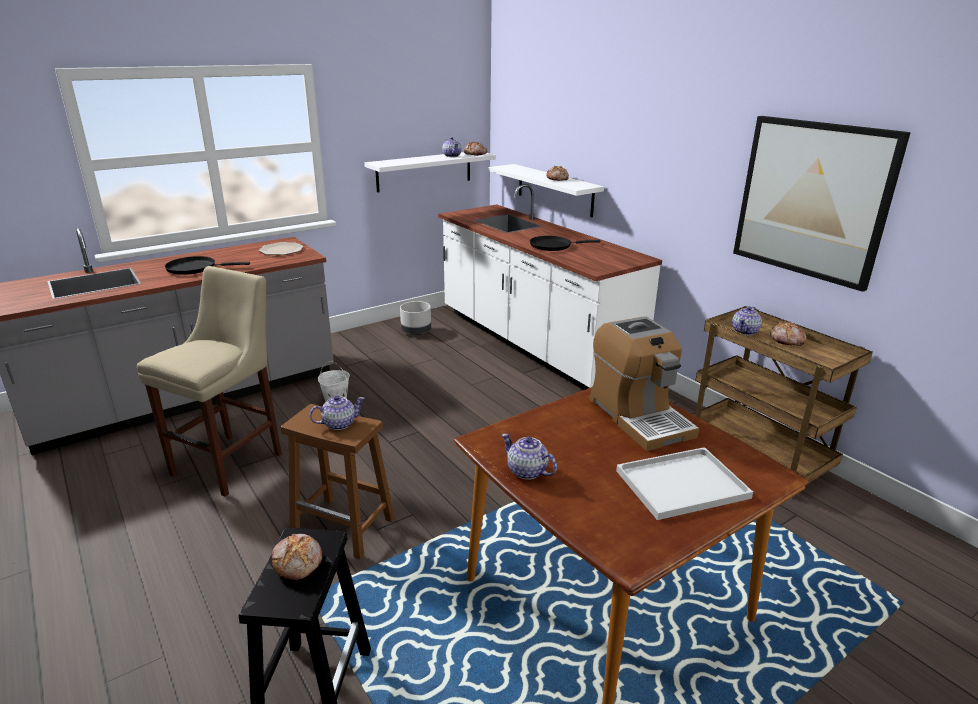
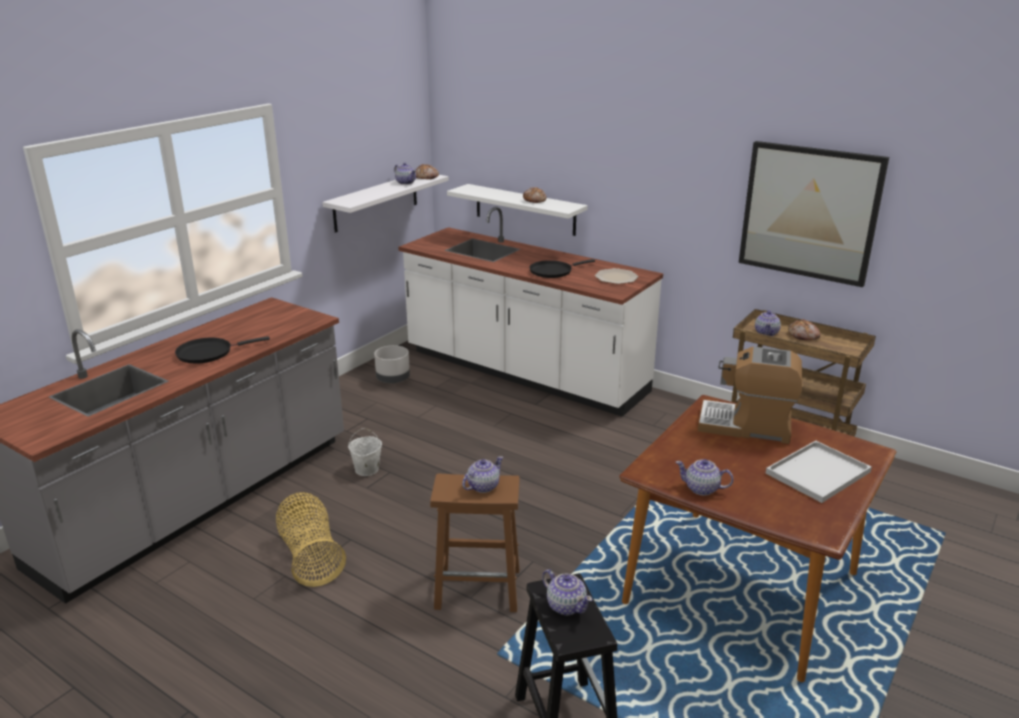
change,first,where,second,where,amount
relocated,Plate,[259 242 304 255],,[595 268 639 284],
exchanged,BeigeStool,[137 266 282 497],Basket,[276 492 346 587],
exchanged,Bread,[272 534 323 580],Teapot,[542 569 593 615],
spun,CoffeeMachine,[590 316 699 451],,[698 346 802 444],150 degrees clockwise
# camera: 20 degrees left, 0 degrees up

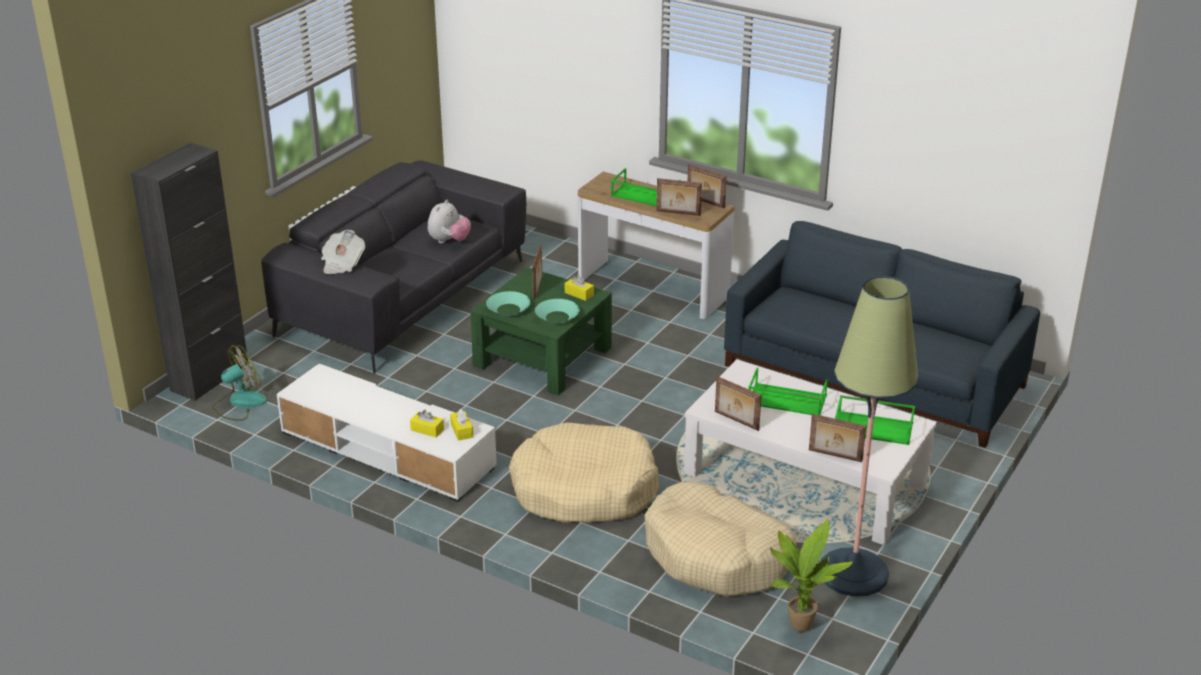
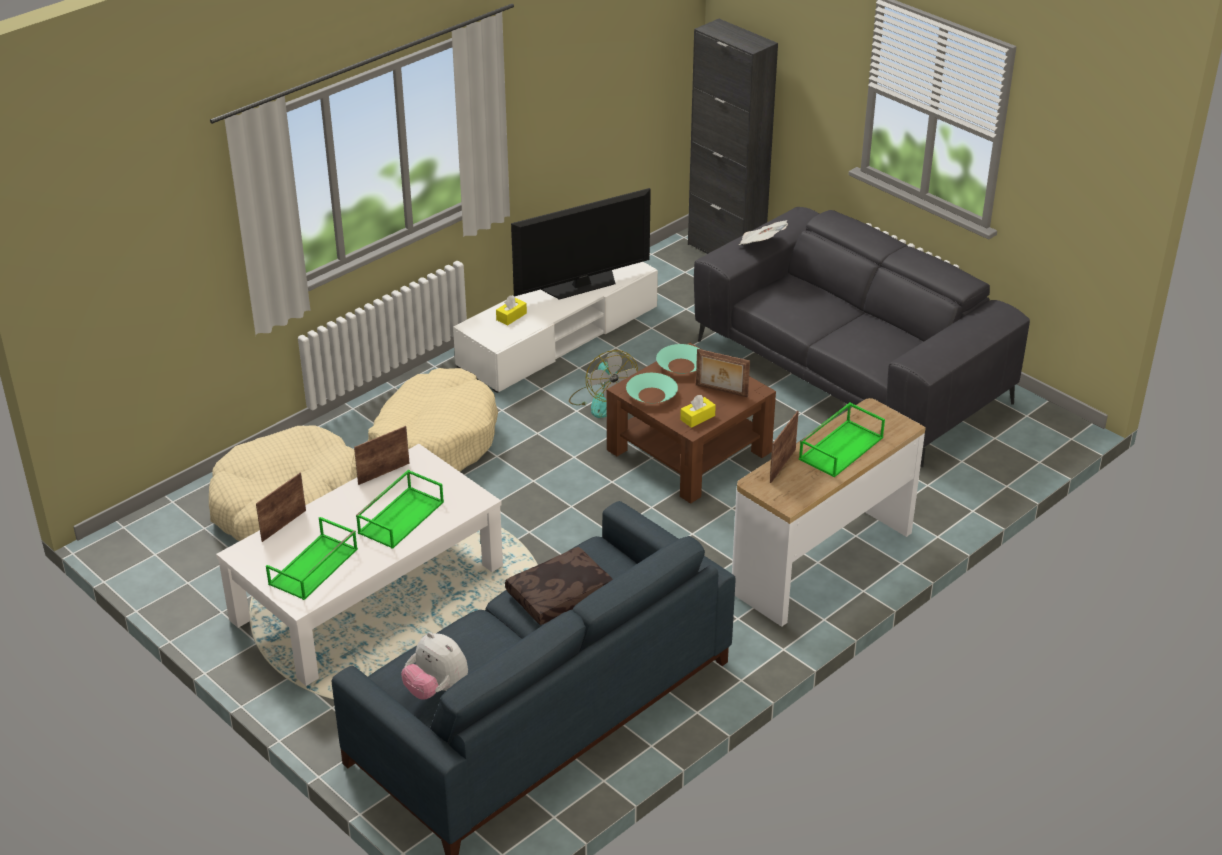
change,first,where,second,where,amount
missing,YellowTissueBox,[450 409 473 441],,,
missing,PictureFrame,[688 164 726 208],,,
missing,PottedPlant,[770 519 853 632],,,
missing,FloorLamp,[821 276 918 597],,,
appeared,,,BrownPillow,[505 547 613 625],
appeared,,,Television,[511 188 651 300],
relocated,Fan,[213 345 267 421],,[569 350 638 418],
relocated,PlushToy,[428 200 471 243],,[401 632 468 699],
colour,GreenCoffeeTable,[470 267 612 396],BrownCoffeeTable,[607 343 776 504],
# camera: 105 degrees right, 5 degrees up

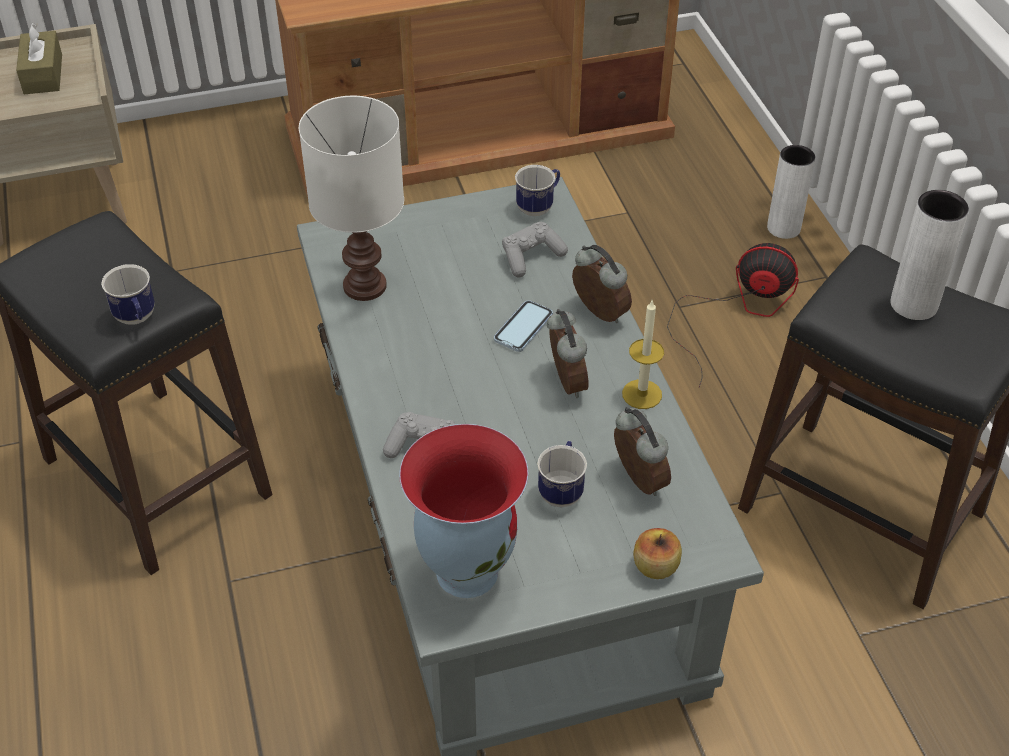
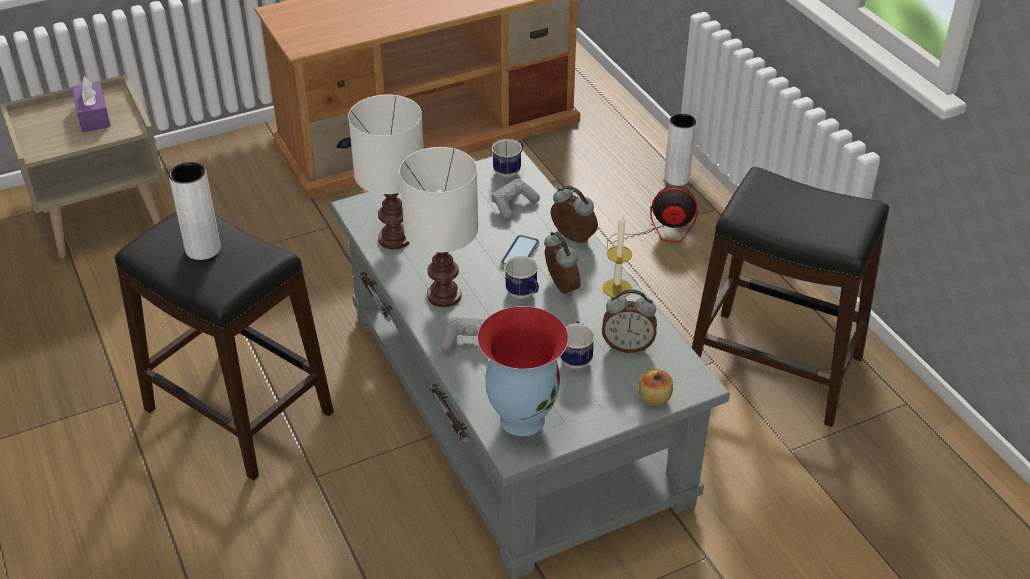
change,first,where,second,where,amount
appeared,,,WhiteTableLamp,[399 147 478 307],
relocated,Mug,[101 264 155 325],,[504 256 539 299],
relocated,WhiteVase,[890 190 969 320],,[169 162 221 260],
colour,BrownTissueBox,[16 23 62 94],PurpleTissueBox,[72 76 111 132],
spun,AlarmClock,[614 407 671 496],,[602 289 657 353],135 degrees clockwise
# camera: 10 degrees left, 5 degrees down

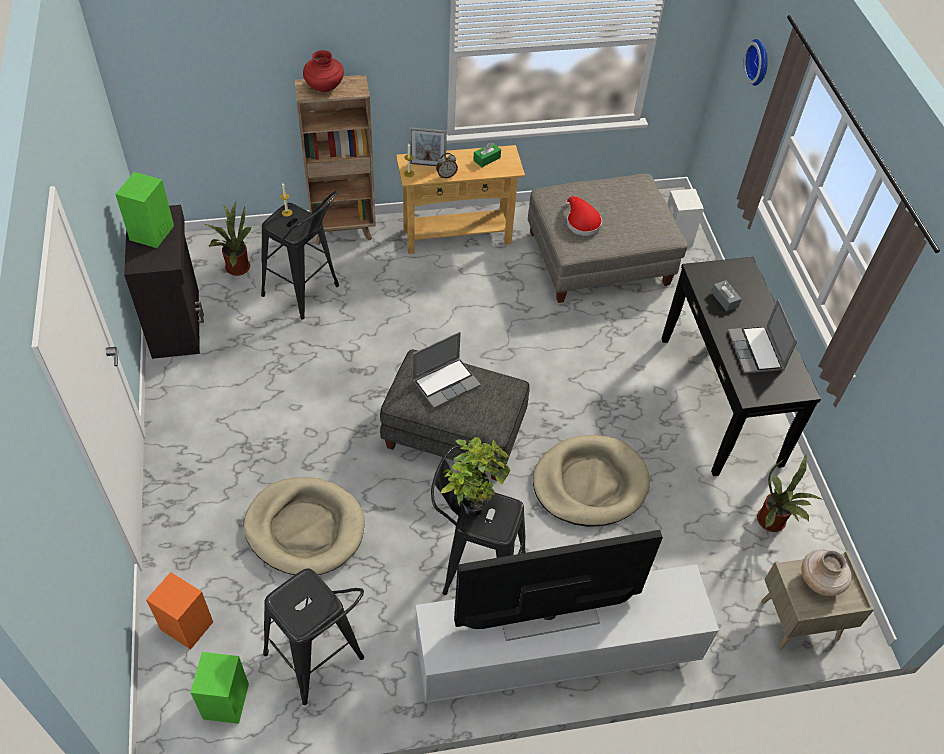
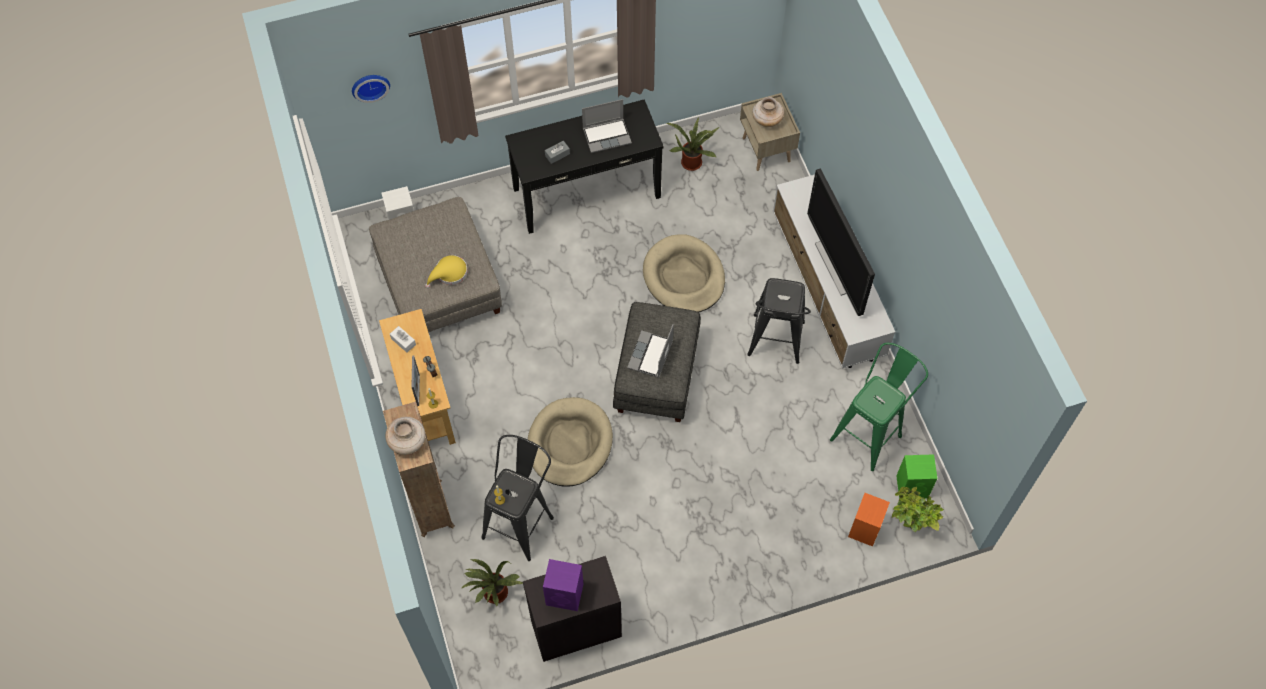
change,first,where,second,where,amount
relocated,BeigeDogBed,[243 477 365 575],,[528 397 613 486],
relocated,PottedPlant,[440 437 510 516],,[892 487 944 532],
colour,GreenSpeaker,[115 172 174 248],PurpleSpeaker,[543 559 583 611],
colour,BlackStool,[263 568 364 705],GreenStool,[830 343 928 471],
colour,RedVase,[303 50 344 92],BeigeVase,[386 417 425 455],
colour,GreenTissueBox,[473 142 501 167],WhiteTissueBox,[390 326 416 353],
colour,RedHat,[565 196 602 236],YellowHat,[425 255 468 288],
spun,Laptop,[413 332 481 409],,[627 324 674 378],120 degrees counterclockwise
# camera: 95 degrees left, 10 degrees up

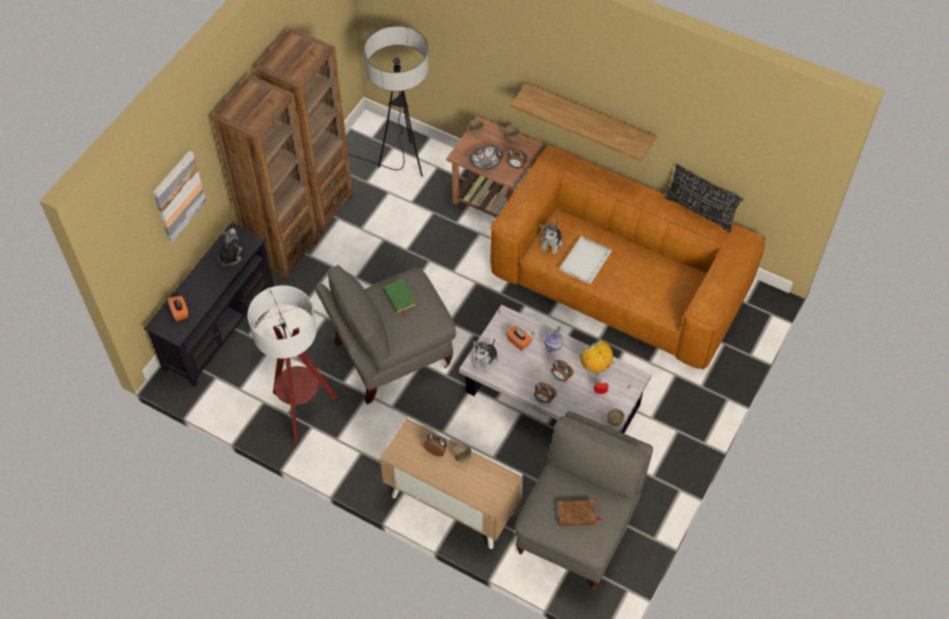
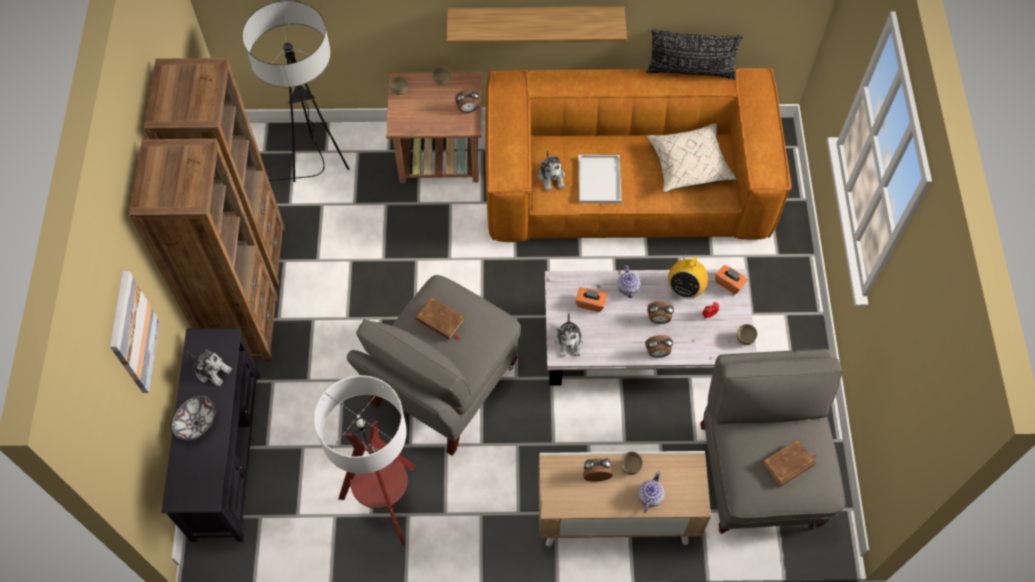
change,first,where,second,where,amount
appeared,,,Teapot,[638 471 665 513],
appeared,,,BeigePillow,[646 123 737 192],
relocated,OrangeTissueBox,[167 296 188 321],,[715 265 748 294],
relocated,Bowl,[469 145 503 170],,[170 395 216 441],
colour,GreenBook,[383 279 417 317],BrownBook,[416 297 465 340],
spun,PlushToy,[219 229 242 266],,[187 349 232 386],135 degrees clockwise
spun,Radio,[580 340 616 373],,[668 250 708 299],90 degrees counterclockwise
# camera: 30 degrees left, 5 degrees up

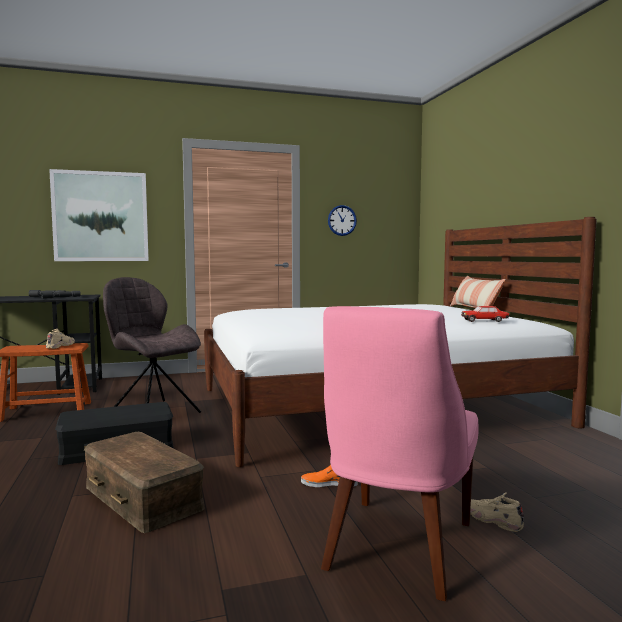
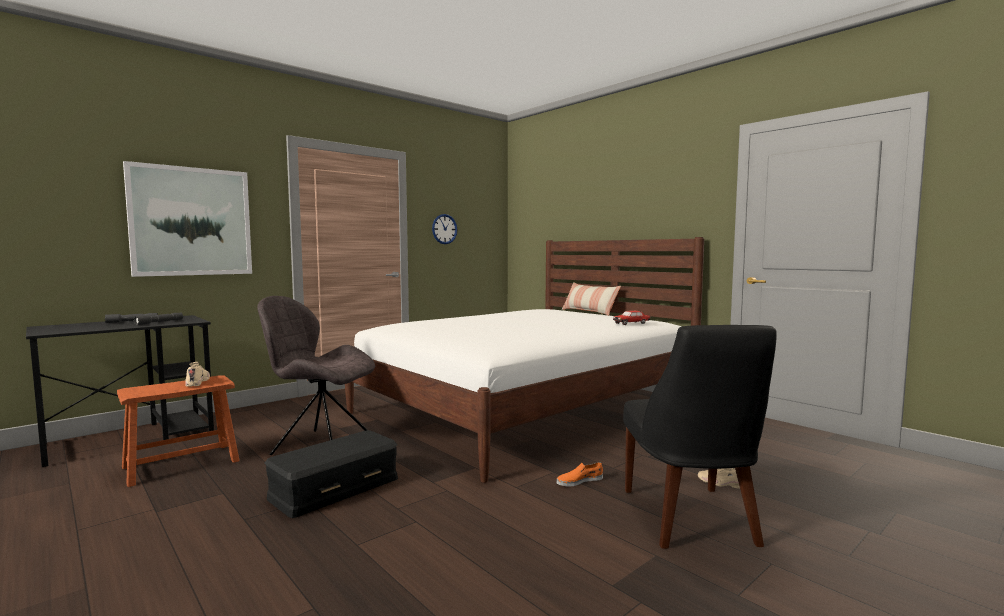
change,first,where,second,where,amount
missing,BrownStorageBox,[84 432 205 533],,,
colour,PinkChair,[321 306 479 601],BlackChair,[623 325 777 549],
# camera: 25 degrees left, 0 degrees up

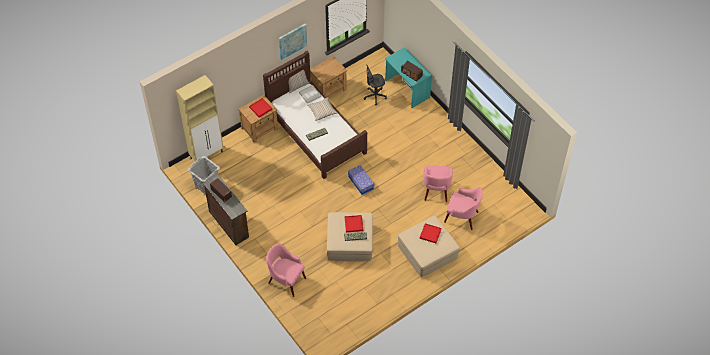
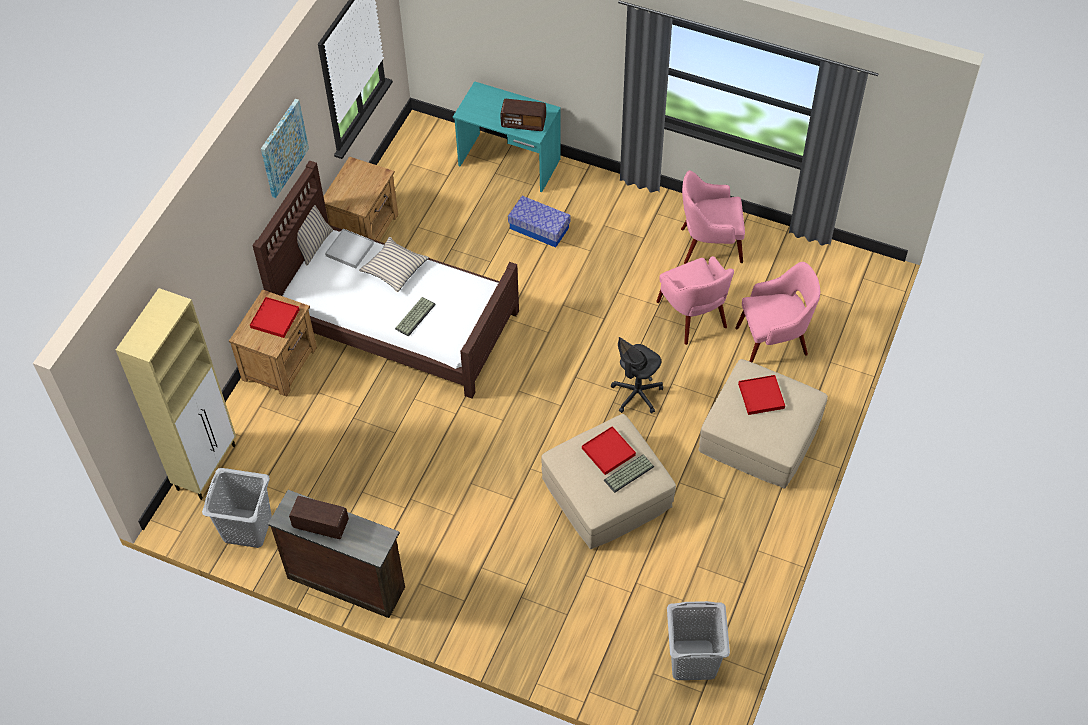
change,first,where,second,where,amount
appeared,,,GreyLaundryBasket,[667 601 730 680],
relocated,PinkArmchair,[266 243 306 297],,[681 170 745 264],
relocated,StorageBox,[348 165 374 195],,[508 196 570 247],
relocated,GreyOfficeChair,[364 64 387 105],,[611 337 663 414],
# camera: 30 degrees left, 0 degrees up

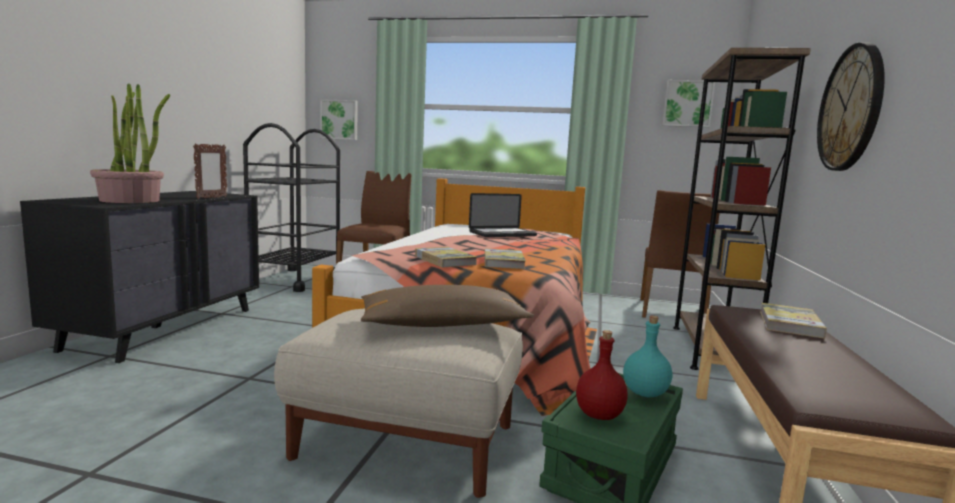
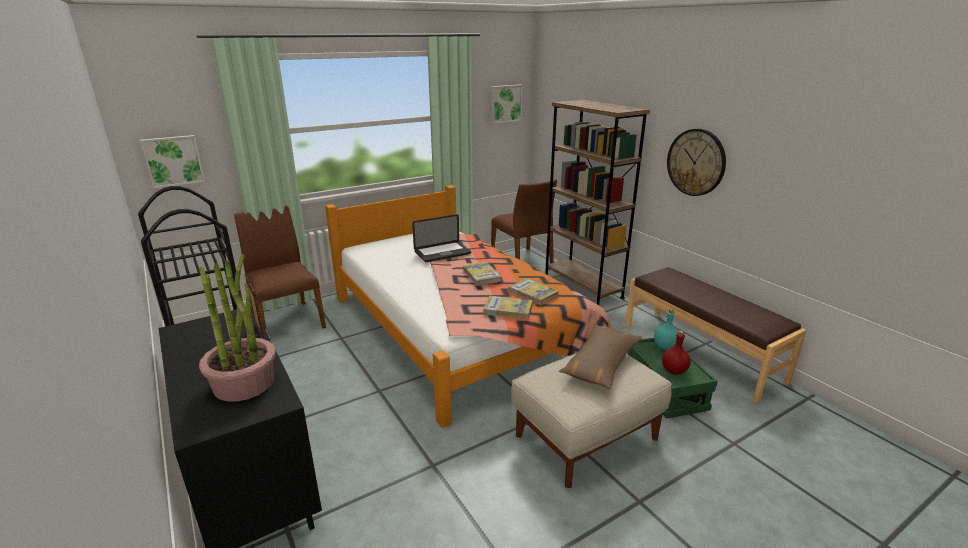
change,first,where,second,where,amount
relocated,Book,[760 303 827 339],,[463 262 501 286],
spun,Laptop,[469 193 537 237],,[412 214 471 262],45 degrees clockwise
# camera: 45 degrees left, 15 degrees up

